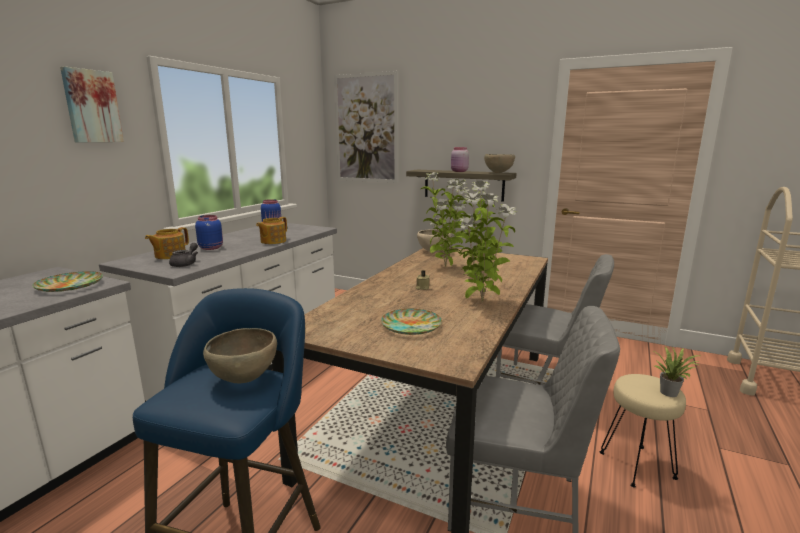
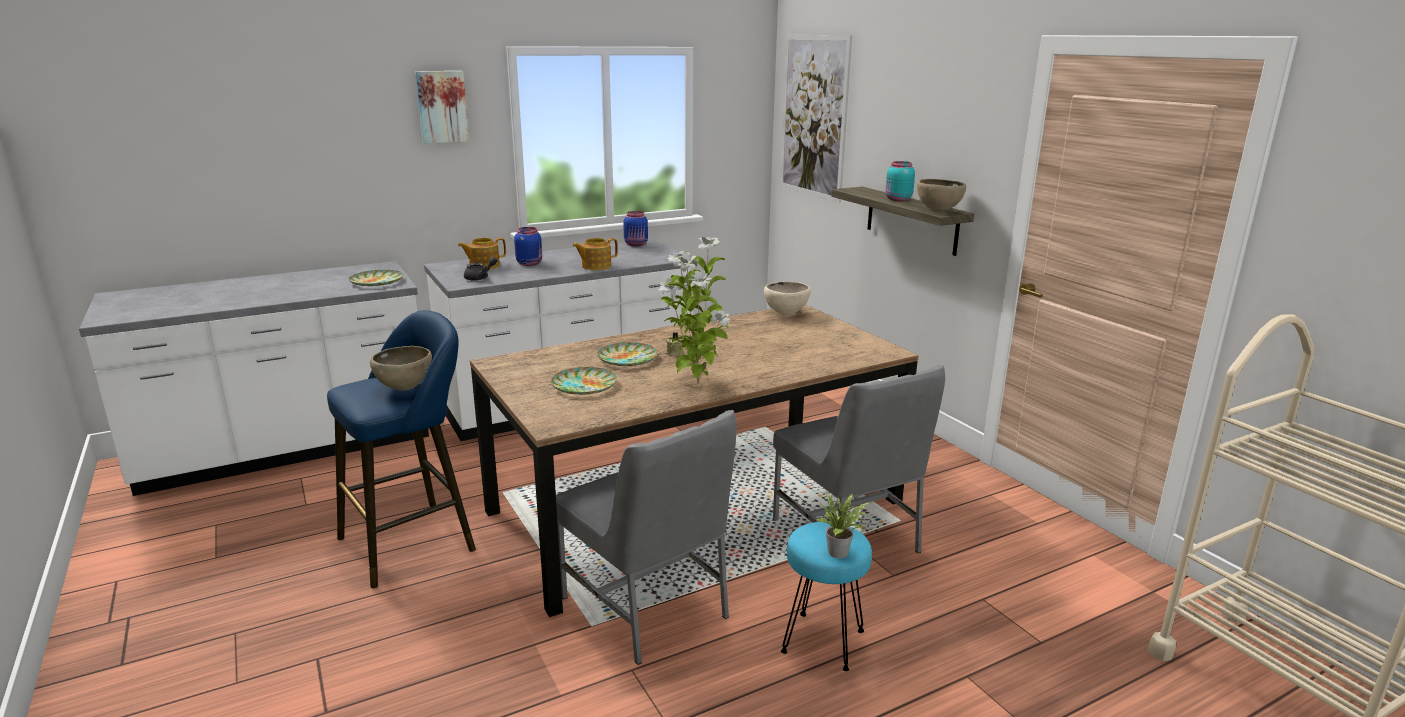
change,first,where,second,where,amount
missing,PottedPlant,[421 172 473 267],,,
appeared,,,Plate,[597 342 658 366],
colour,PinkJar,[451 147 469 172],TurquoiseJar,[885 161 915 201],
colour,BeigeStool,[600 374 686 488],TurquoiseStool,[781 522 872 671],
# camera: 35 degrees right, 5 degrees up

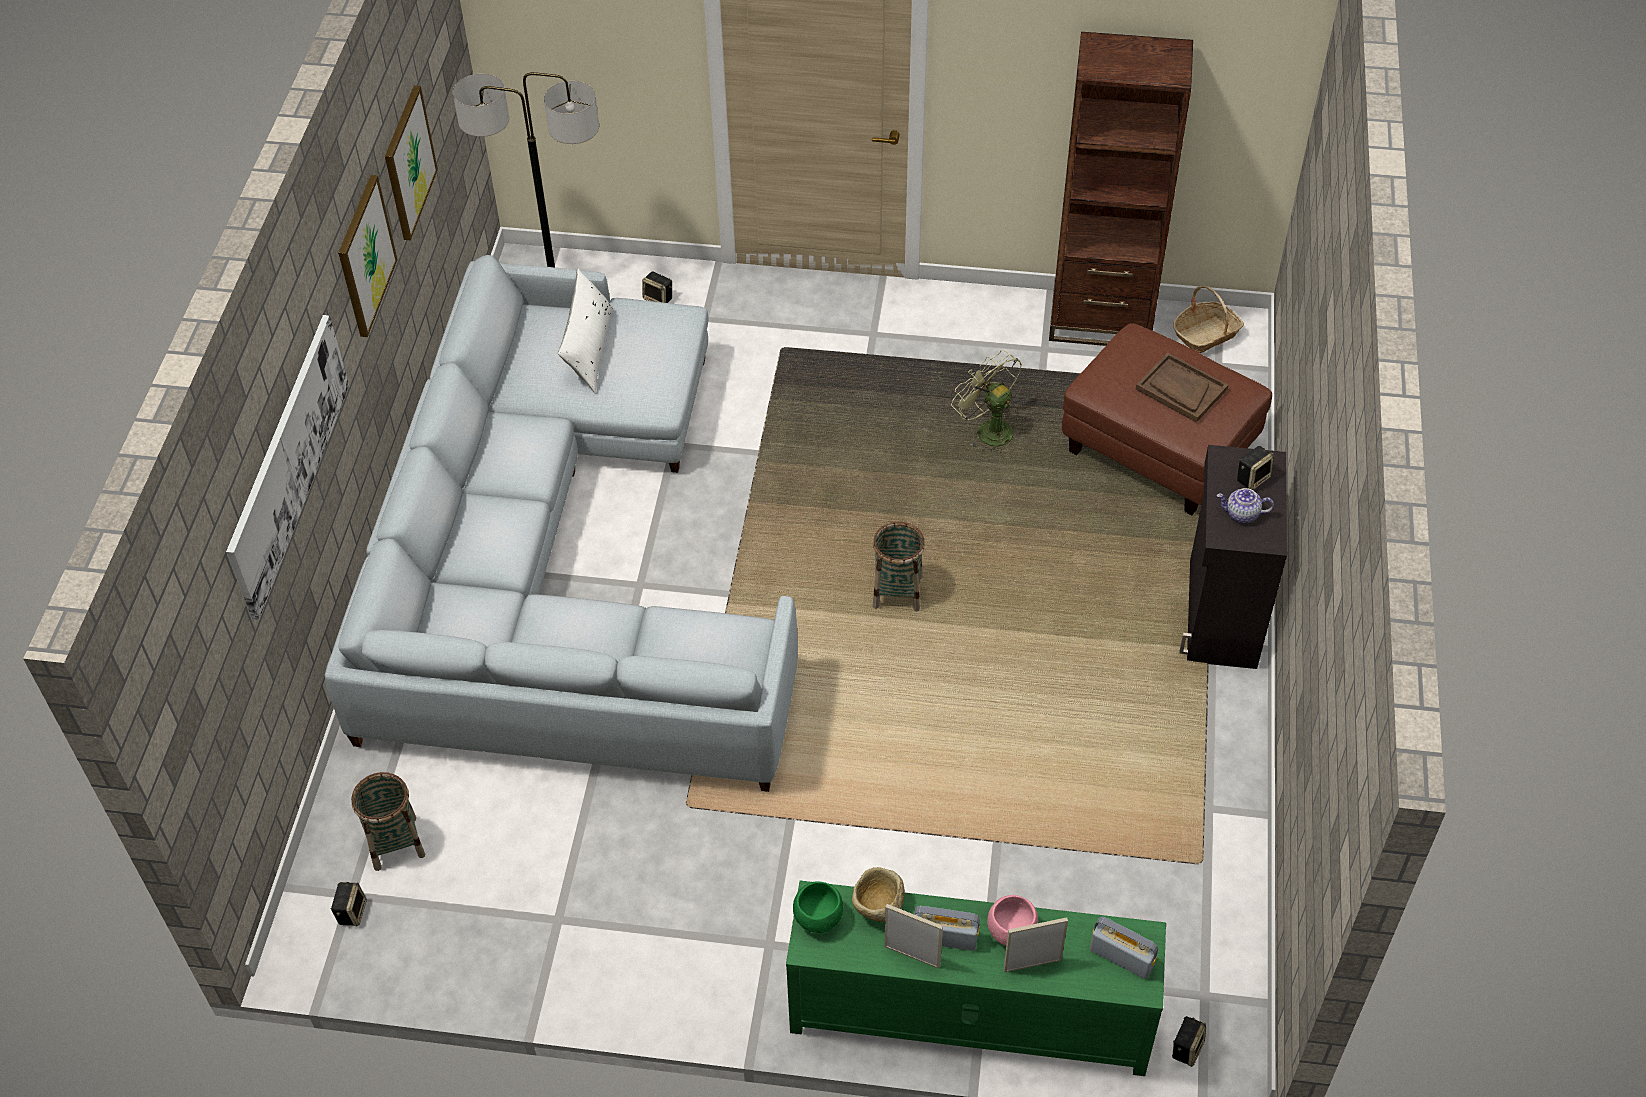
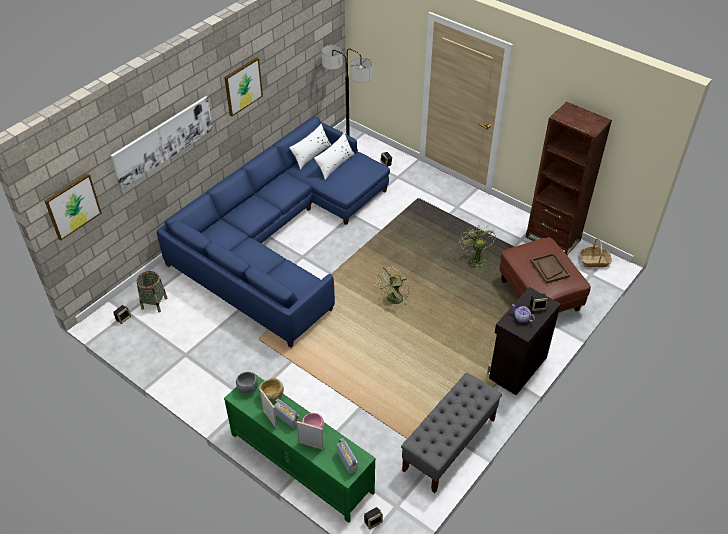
change,first,where,second,where,amount
appeared,,,WhitePillow,[289 124 331 169],
appeared,,,GreyBench,[401 372 502 493],
relocated,Picture,[385 85 438 240],,[44 174 102 241],
exchanged,Basket,[873 521 925 612],GreenFan,[374 267 409 305],
colour,GreySofa,[325 255 798 792],BlueSofa,[157 117 390 348],
colour,GreenBowl,[793 882 843 933],GreyBowl,[236 372 258 394],
# camera: 30 degrees right, 5 degrees down

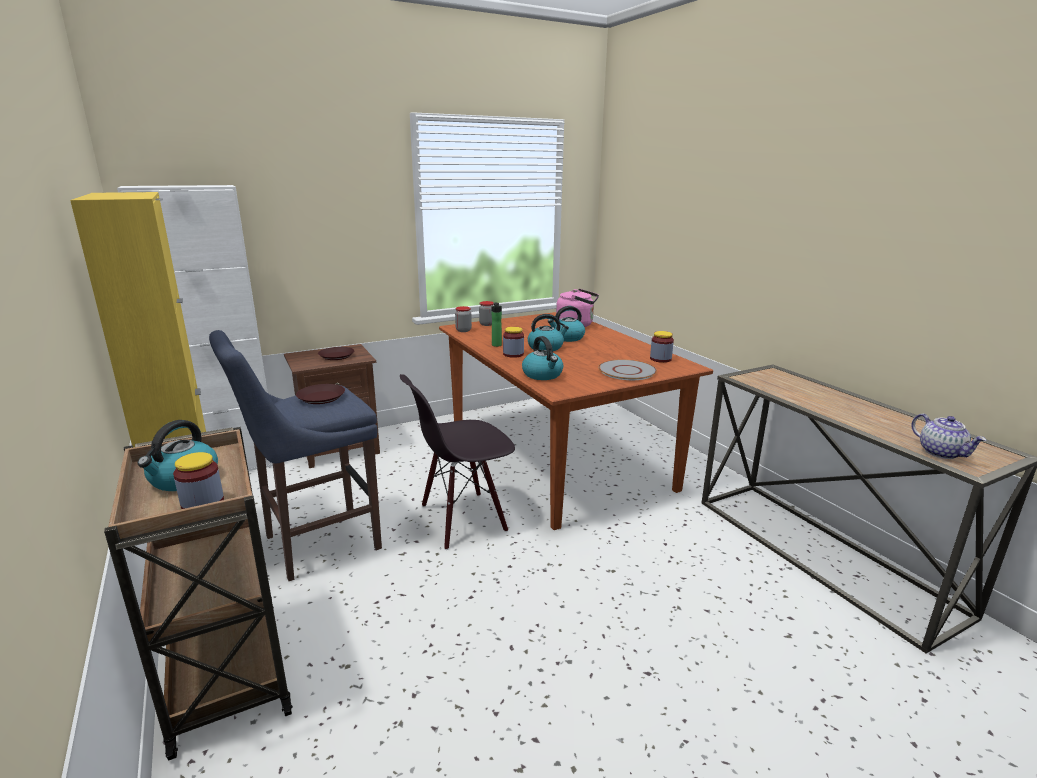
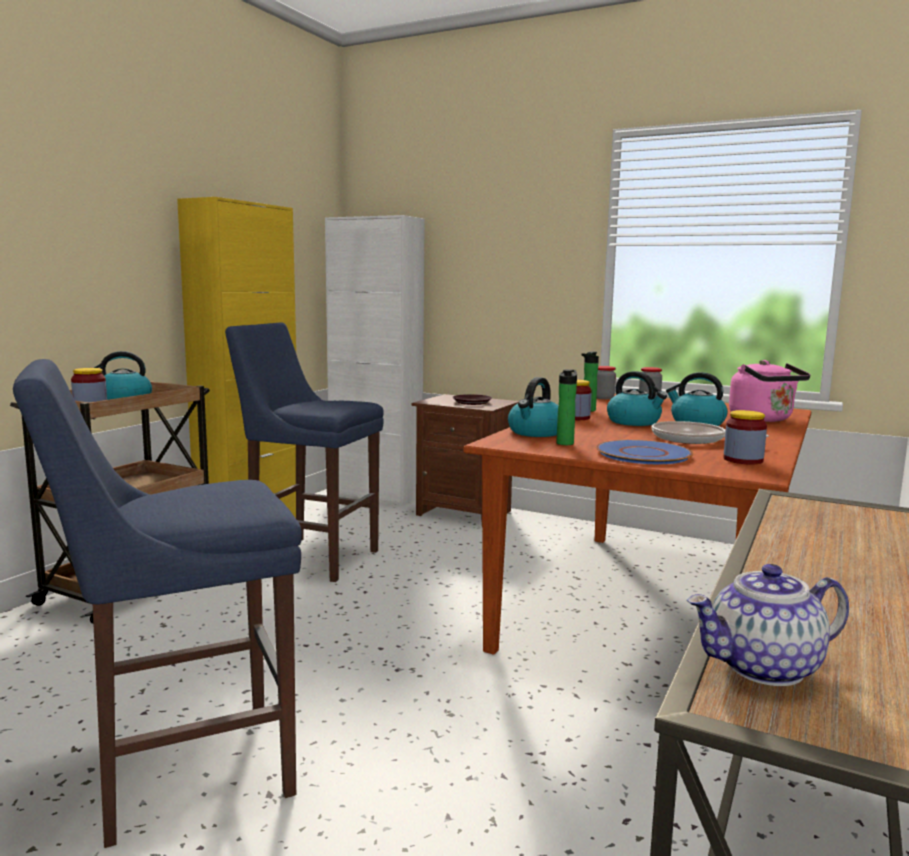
change,first,where,second,where,amount
missing,BrownPlate,[296 384 345 404],,,
missing,BlackChair,[400 374 515 550],,,
appeared,,,BlueStool,[13 359 302 848],
appeared,,,Bottle,[557 369 577 445],
appeared,,,FryingPan,[652 421 769 444],
colour,GreyPlate,[598 360 657 380],BluePlate,[596 440 693 464],
spun,Teapot,[911 414 986 459],,[687 564 849 686],45 degrees clockwise
# camera: 55 degrees right, 10 degrees down

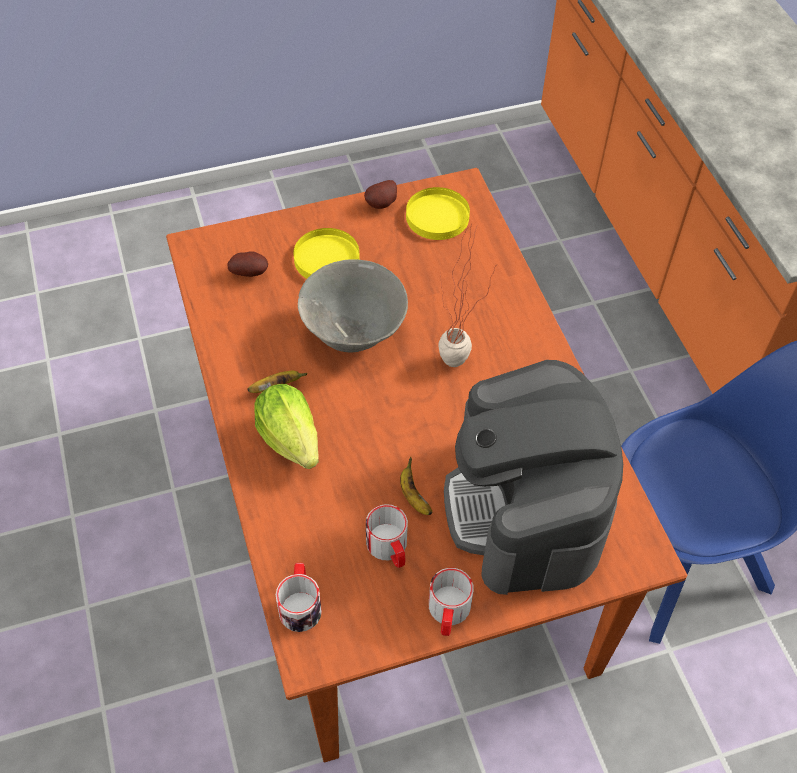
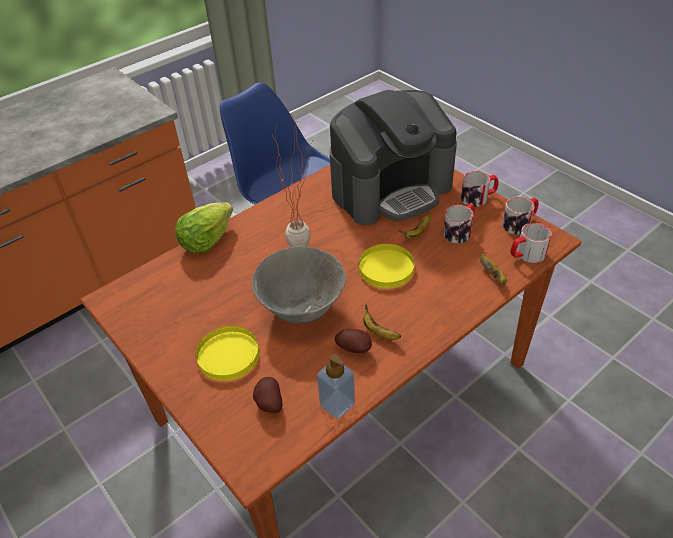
change,first,where,second,where,amount
appeared,,,SoapDispenser,[317 354 355 419],
appeared,,,Banana,[479 254 507 285],
appeared,,,Mug,[502 196 539 235],
relocated,Lettuce,[254 384 319 469],,[175 202 233 253],
relocated,Potato,[364 180 397 209],,[335 328 372 353],
relocated,YellowPlate,[406 187 470 240],,[359 244 415 289],
# camera: 110 degrees left, 10 degrees down

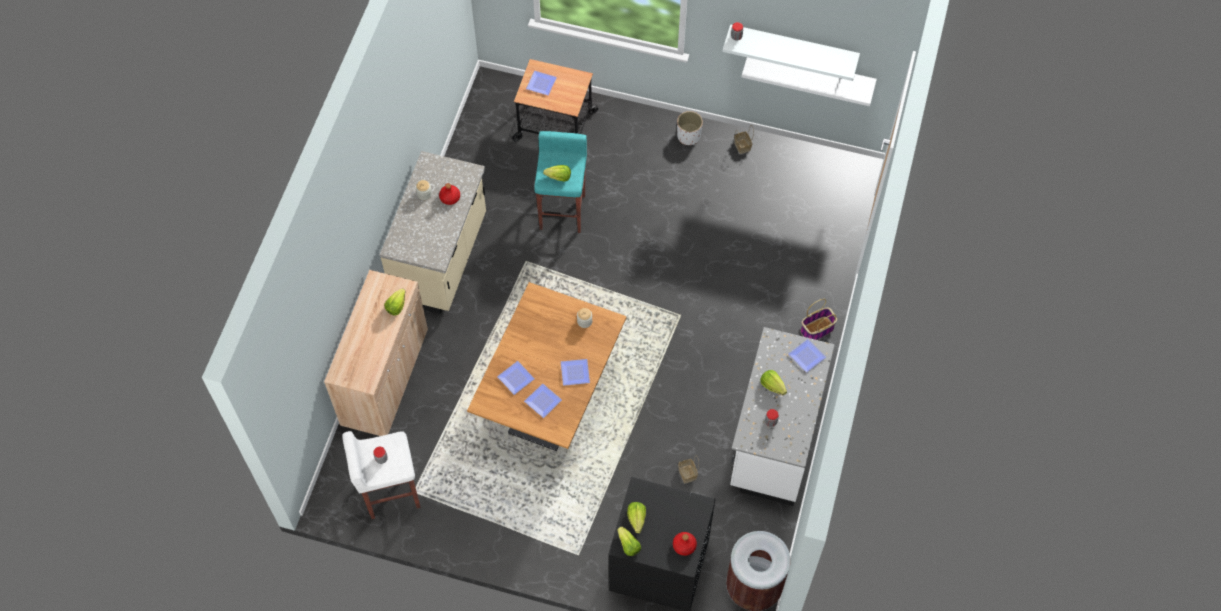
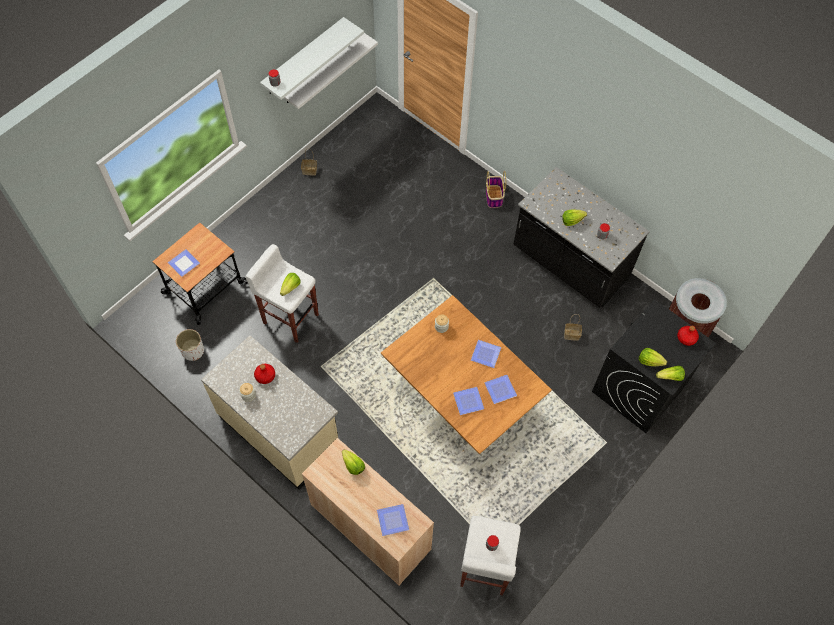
change,first,where,second,where,amount
relocated,WhitePlanter,[677 111 703 145],,[176 329 204 361],
relocated,Plate,[789 339 826 373],,[377 504 409 536],
colour,TurquoiseStool,[534 131 587 233],WhiteStool,[246 244 319 343],
colour,WhiteCounter,[730 327 835 506],BlackCounter,[514 167 650 308],
# camera: 65 degrees left, 0 degrees up

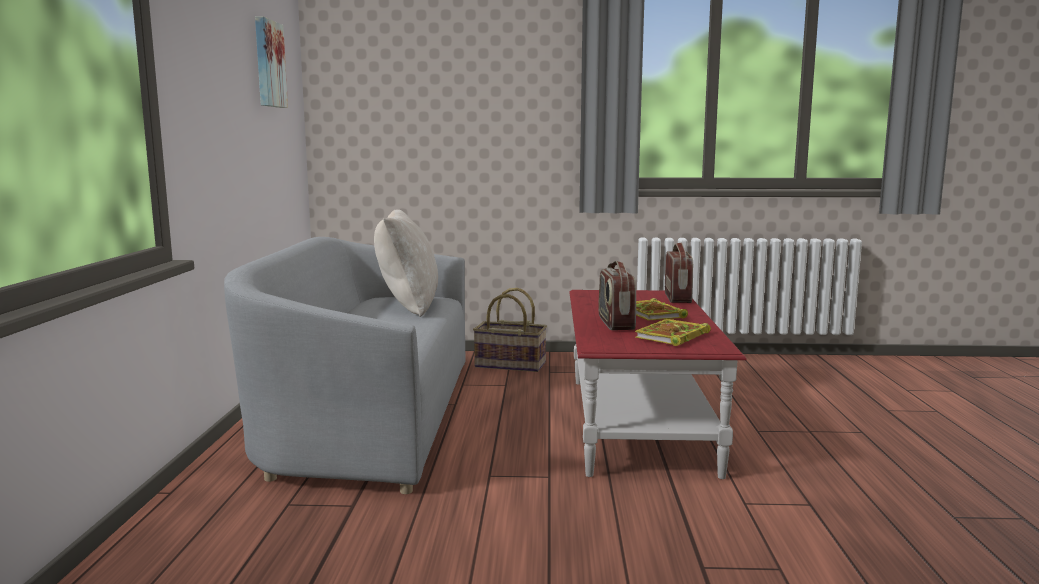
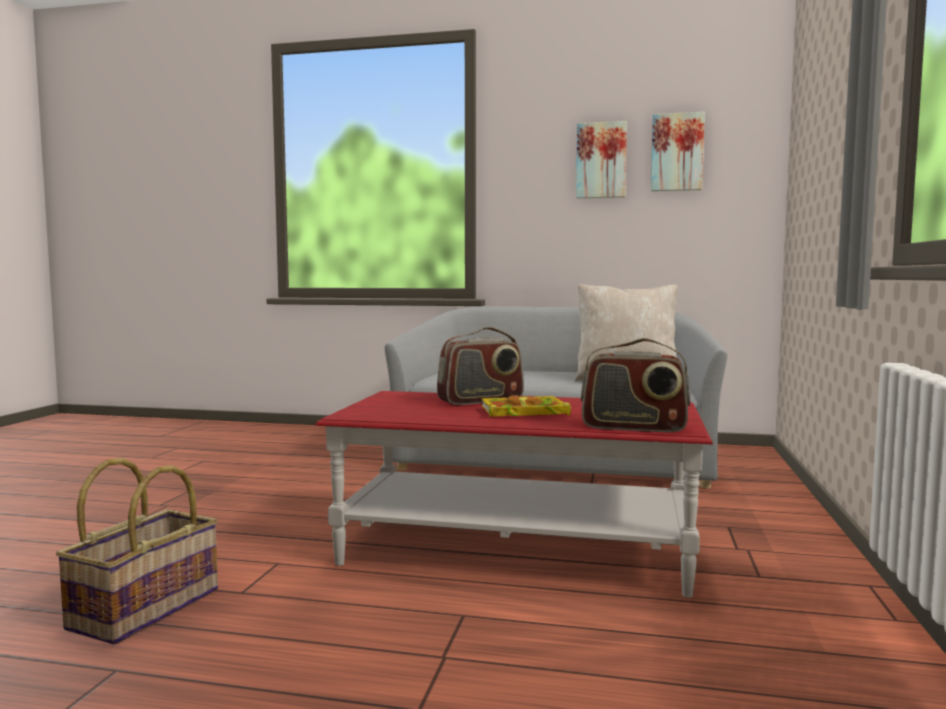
change,first,where,second,where,amount
missing,Book,[635 319 711 346],,,
appeared,,,Picture,[576 121 627 198],
relocated,Basket,[473 288 547 372],,[56 458 218 645],
spun,Radio,[598 261 636 330],,[437 327 524 405],150 degrees clockwise
# camera: 100 degrees right, 5 degrees down

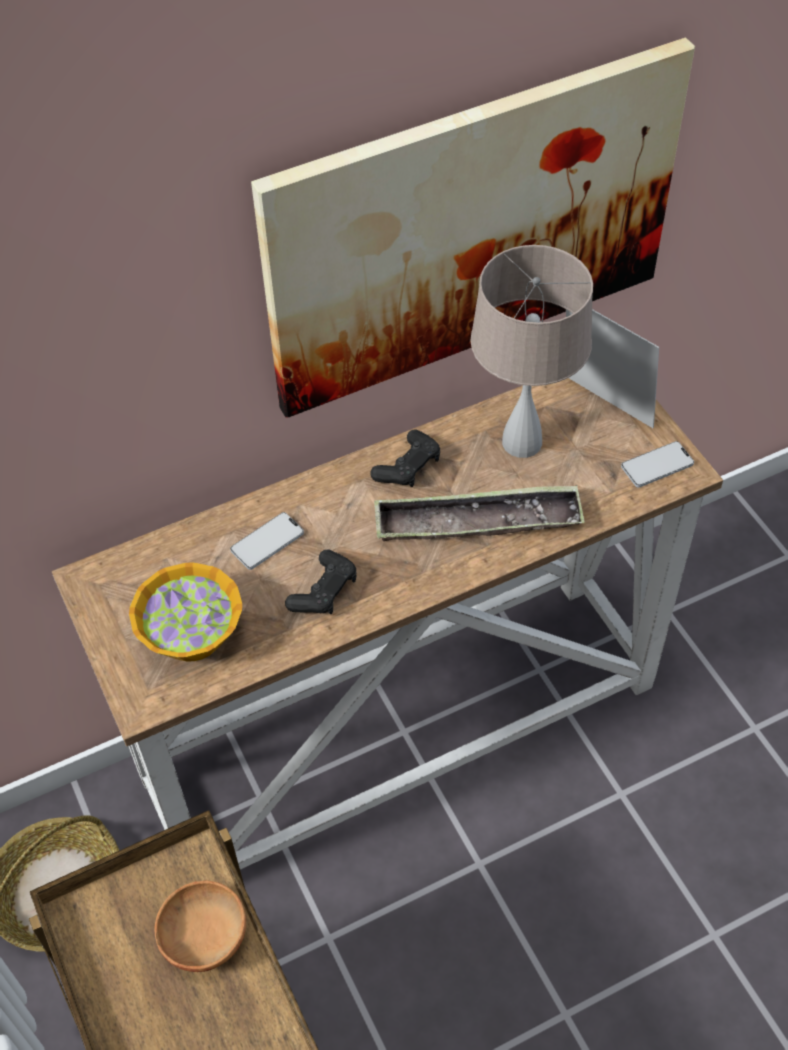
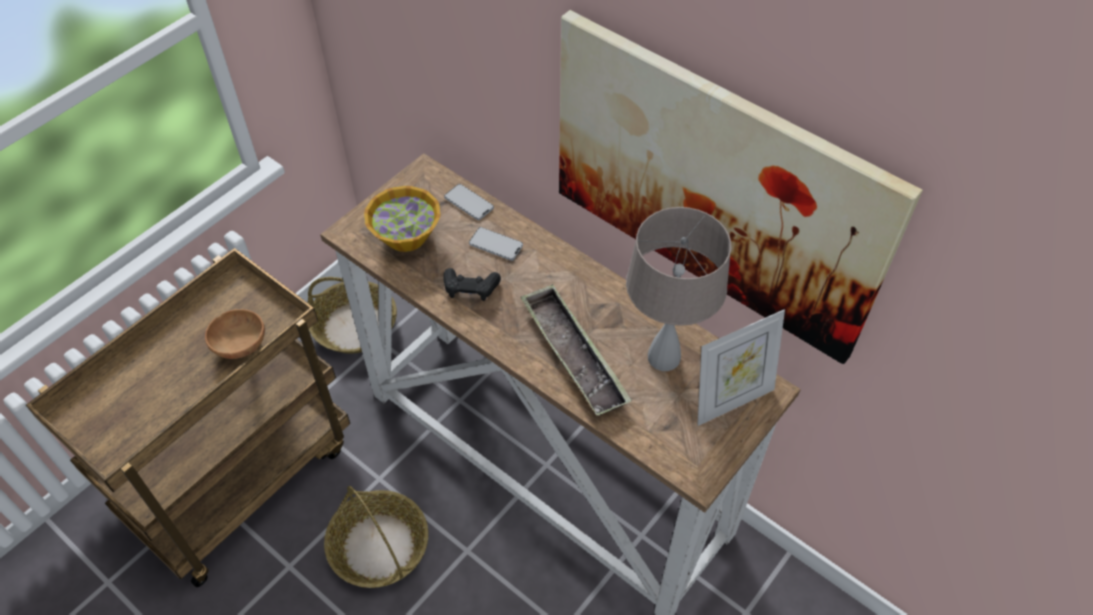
change,first,where,second,where,amount
missing,BlackGameController,[370 430 440 487],,,
appeared,,,Basket,[324 486 428 588],
relocated,Phone,[621 441 694 487],,[444 184 494 220],
spun,PictureFrame,[566 309 659 428],,[697 309 785 426],45 degrees clockwise
# camera: 65 degrees right, 0 degrees up

